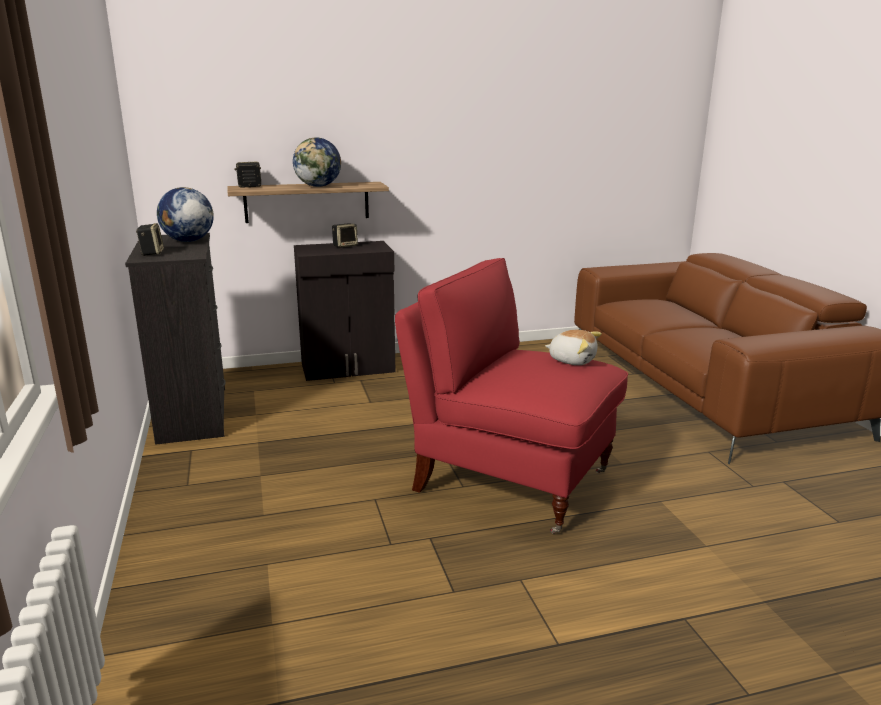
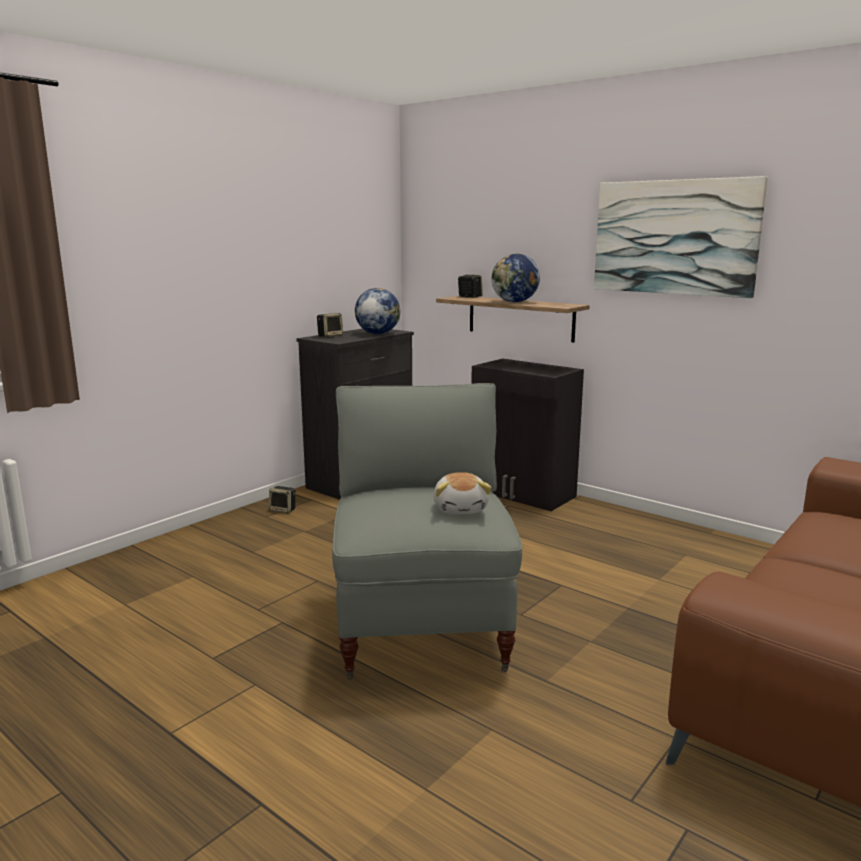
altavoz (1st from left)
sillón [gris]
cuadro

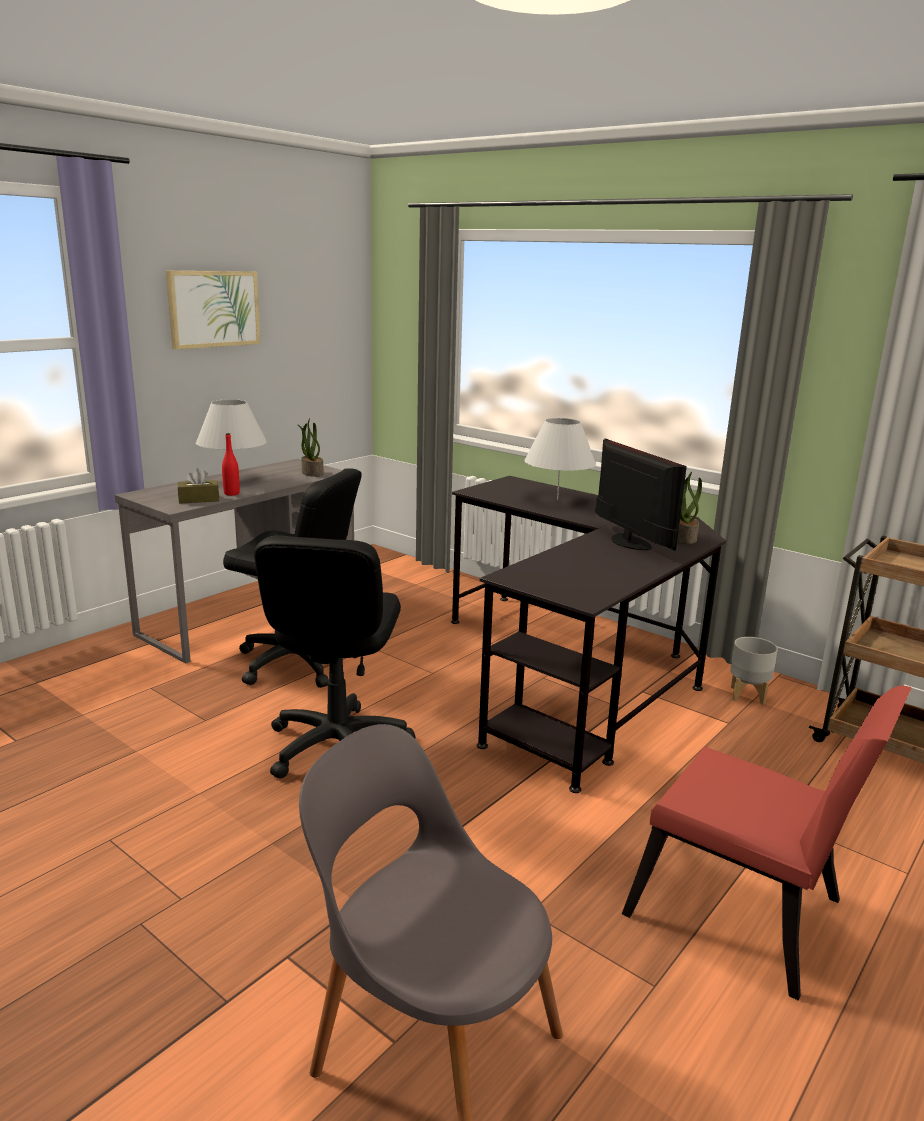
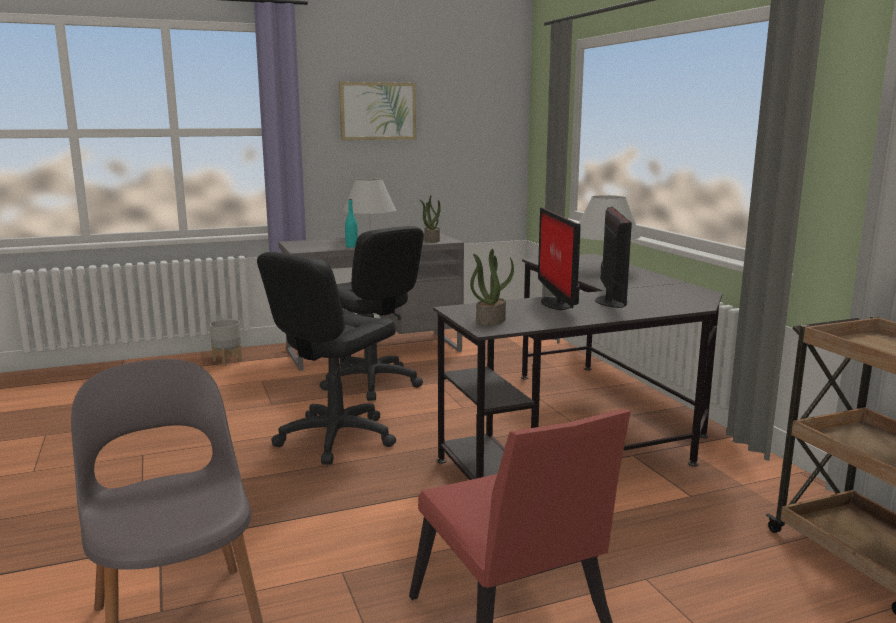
maceta [gris]
botella [turquesa]
planta en maceta (2nd from left)
monitor (1st from left)
caja de pañuelos [marrón]

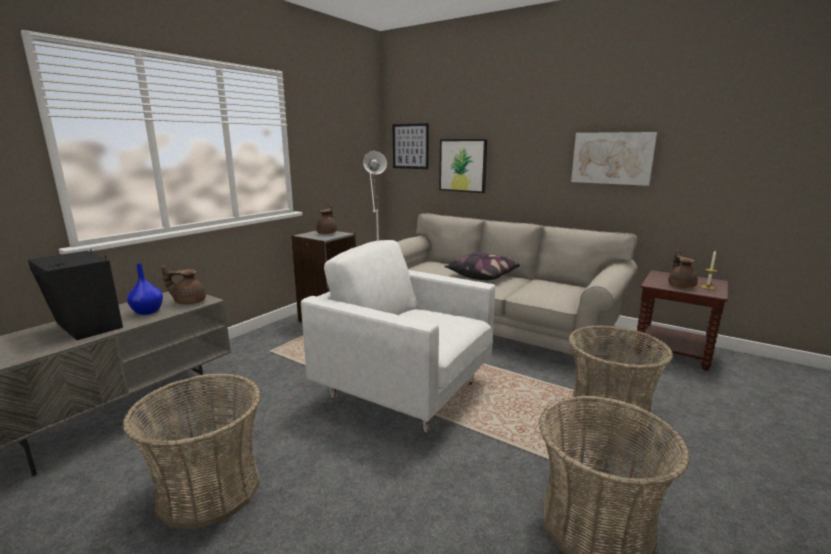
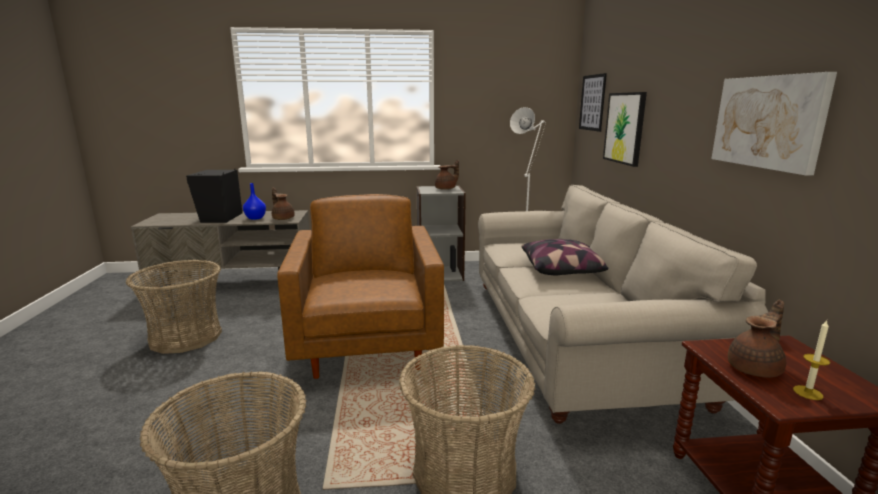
sillón [marrón]

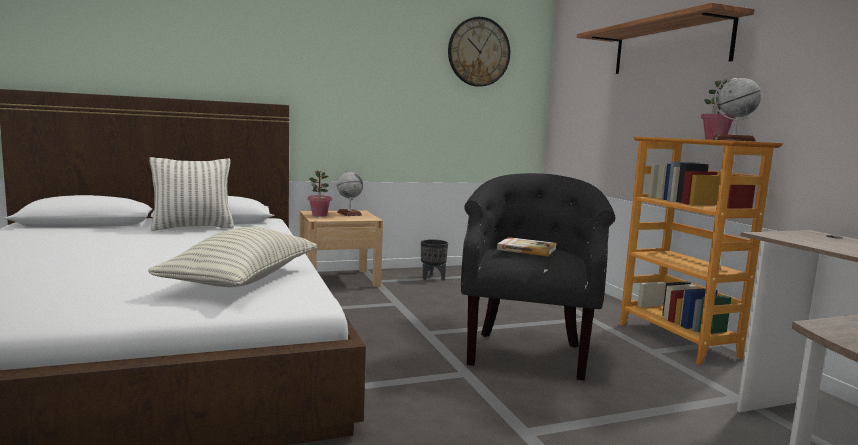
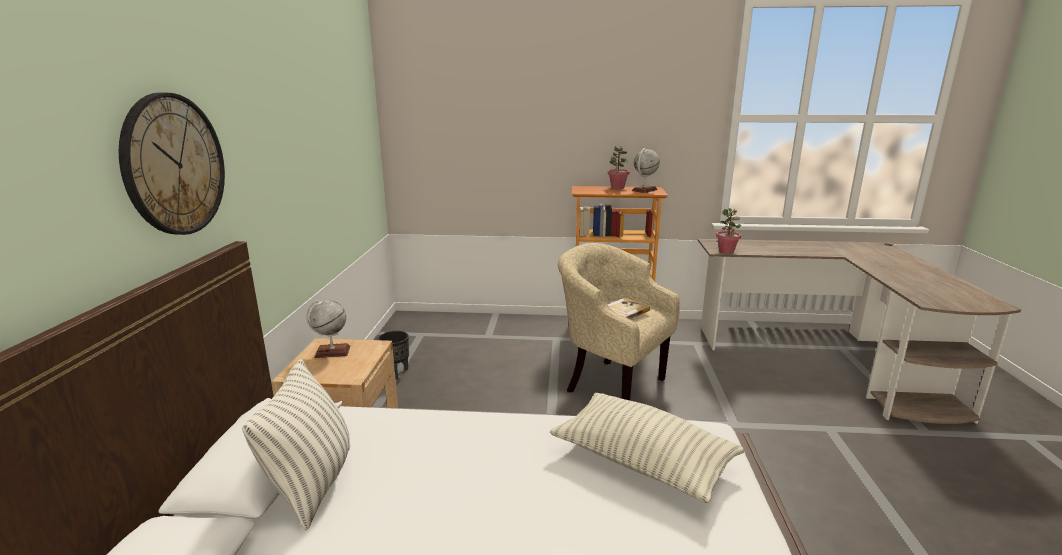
reloj de pared
sillón [beis]
planta en maceta (2nd from left)
estante

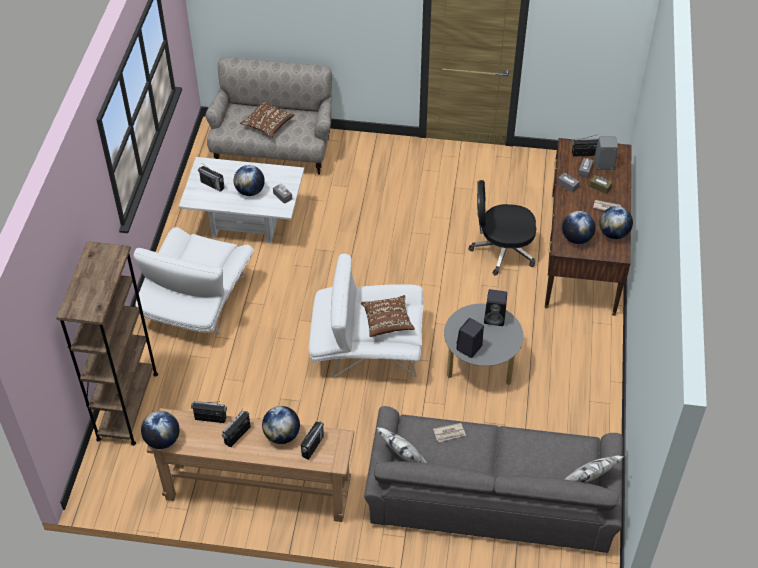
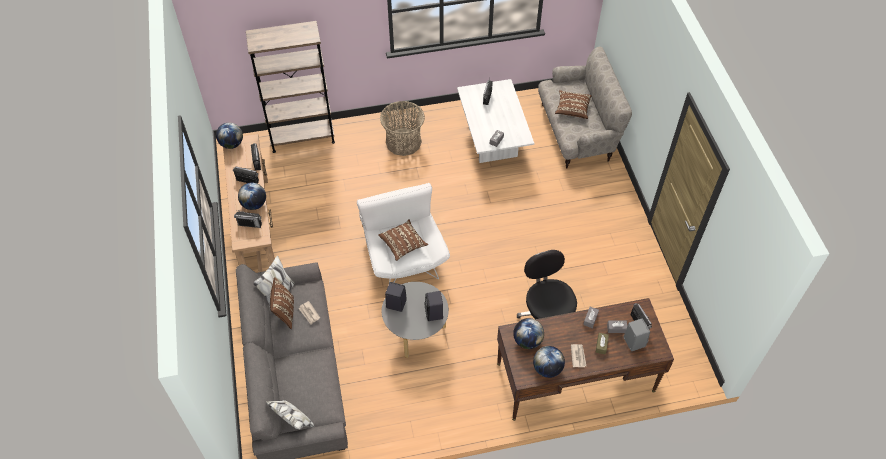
cojín [marrón] (1st from left)
cesta
globo terráqueo (2nd from left in the first image)

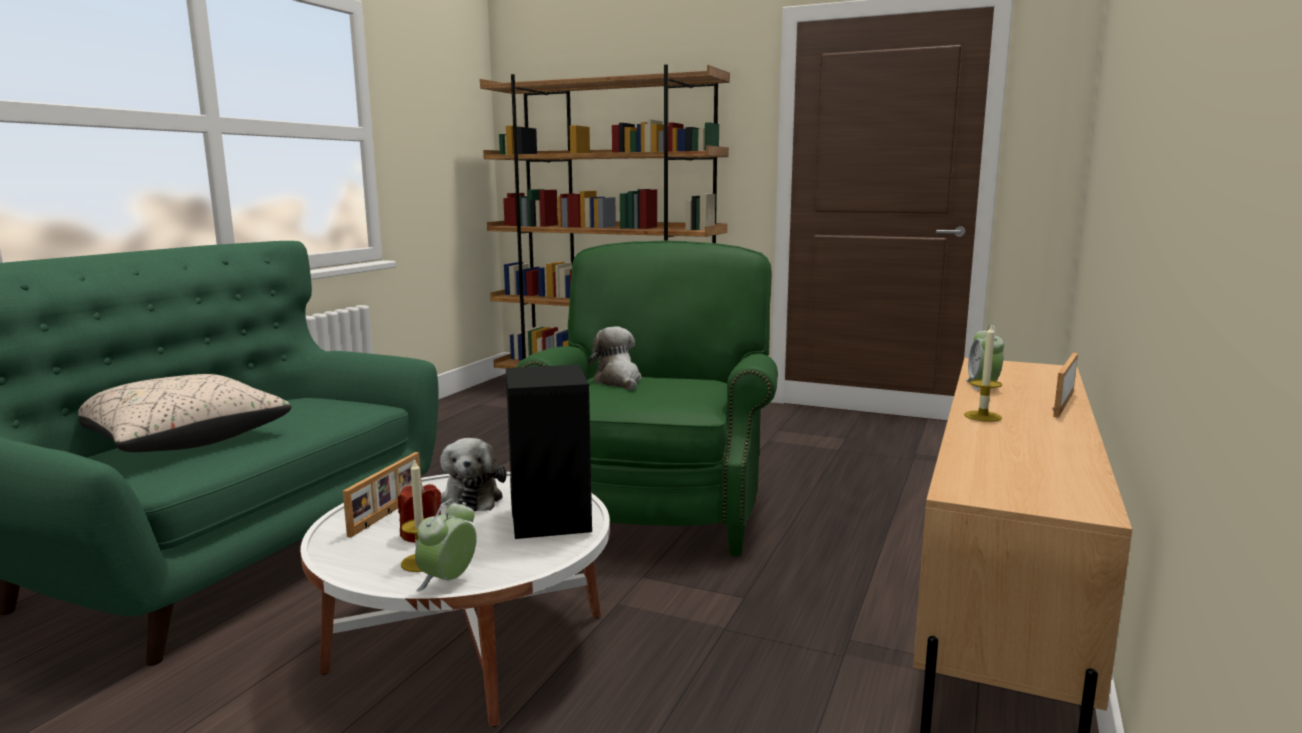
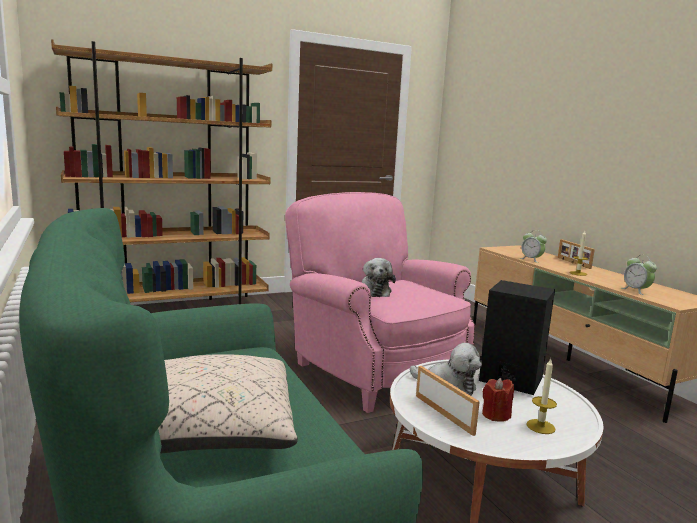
sillón [rosa]
peluche (1st from left)
despertador (2nd from left)

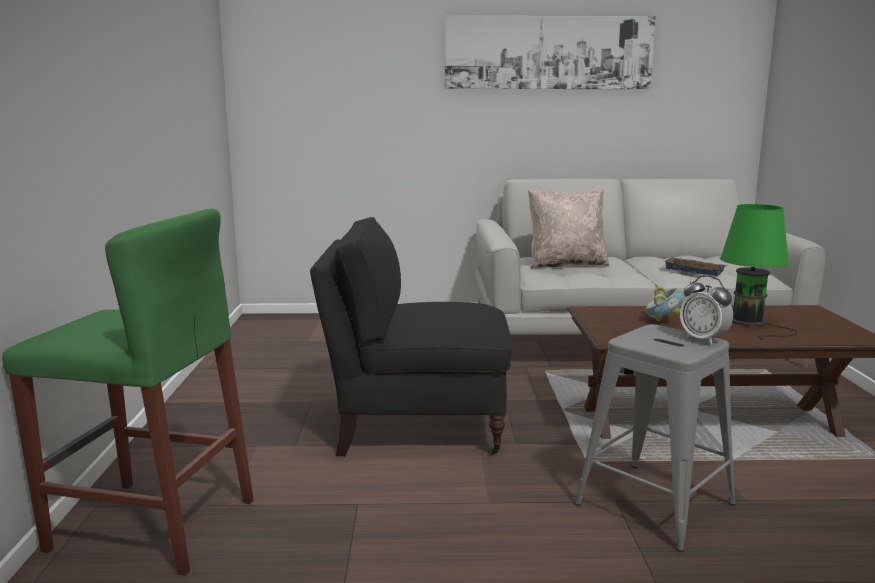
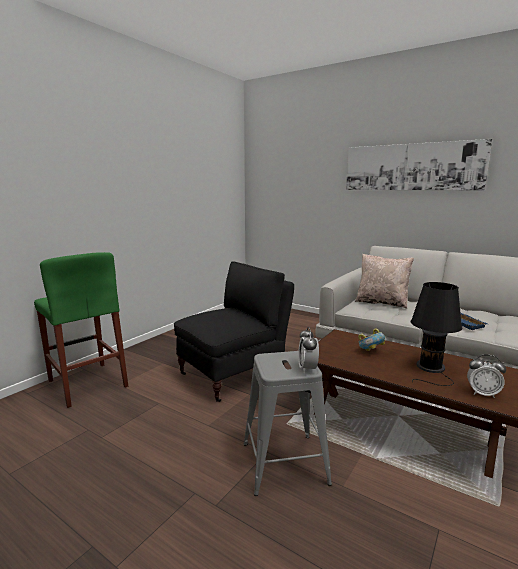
sillón [negro]
lámpara de mesa [negro]
despertador (2nd from left)

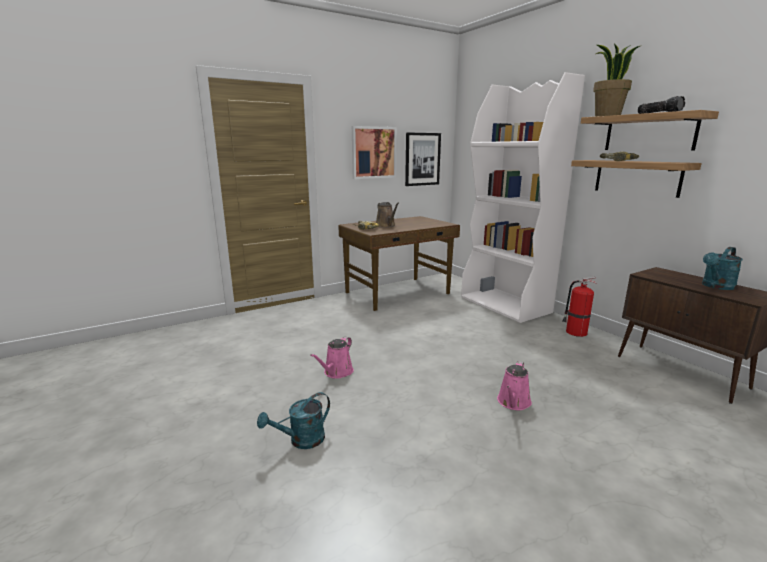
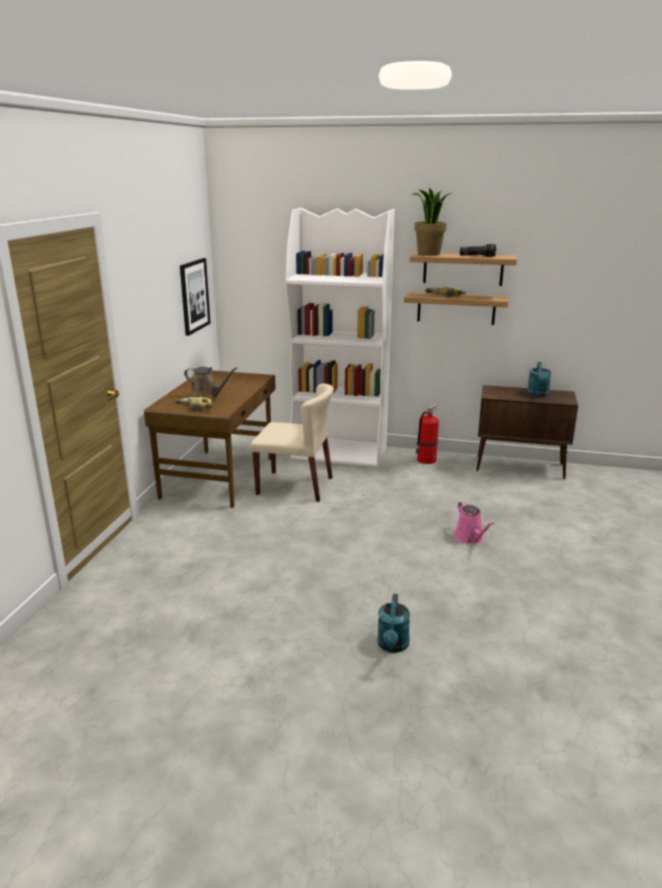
silla [beis]
regadera [rosa] (1st from left in the first image)
cuadro (1st from left in the first image)

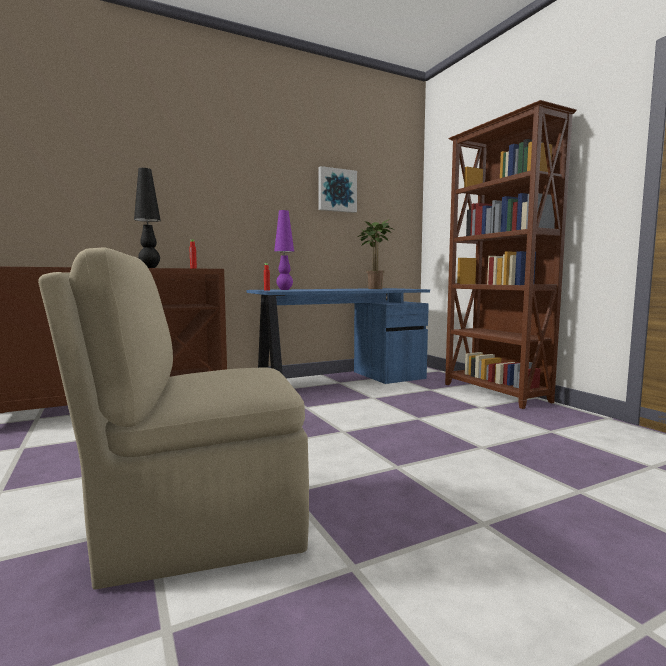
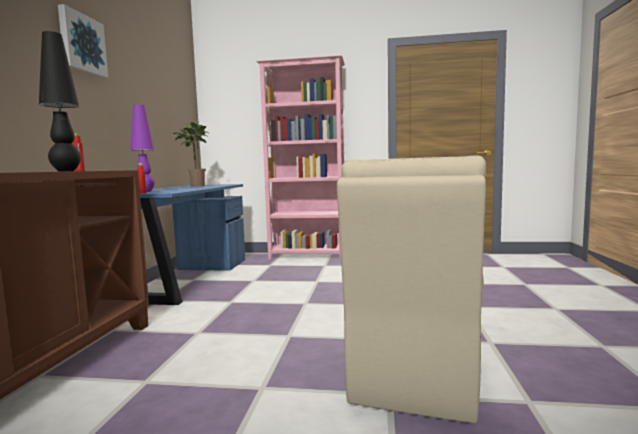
cuadro
estantería [rosa]

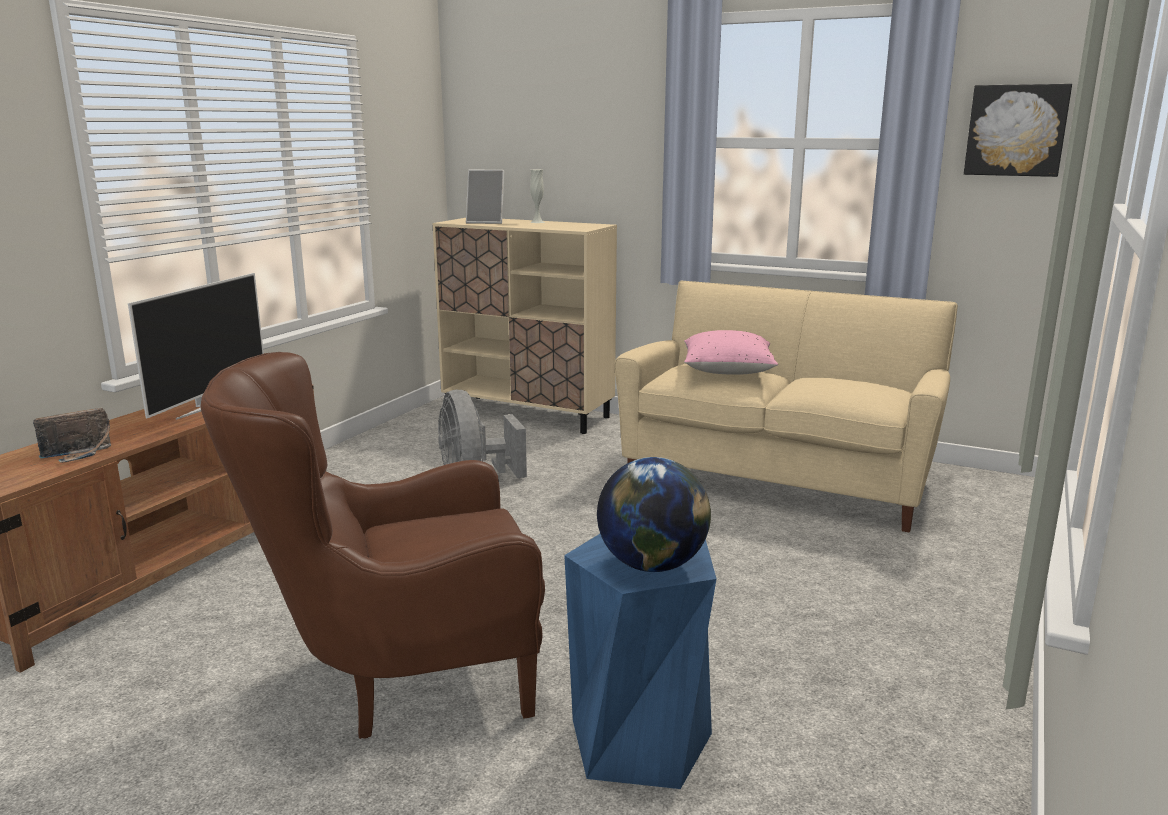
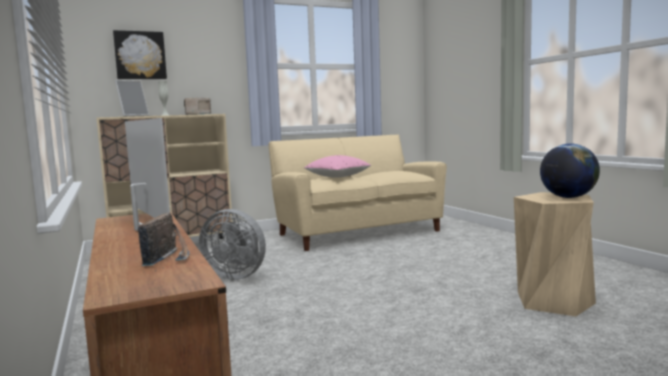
cuadro
radio (2nd from left)
taburete [beis]
sillón [marrón]

